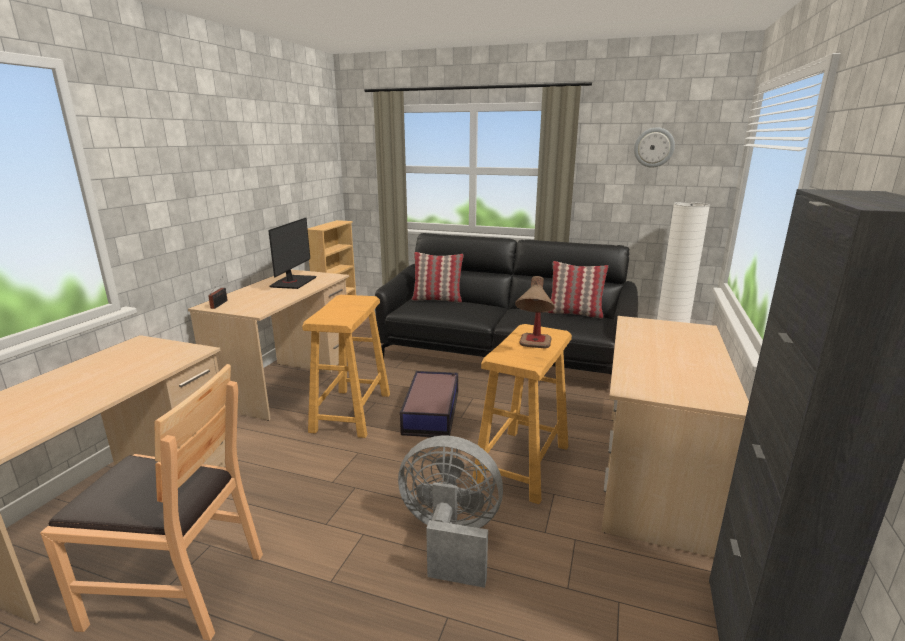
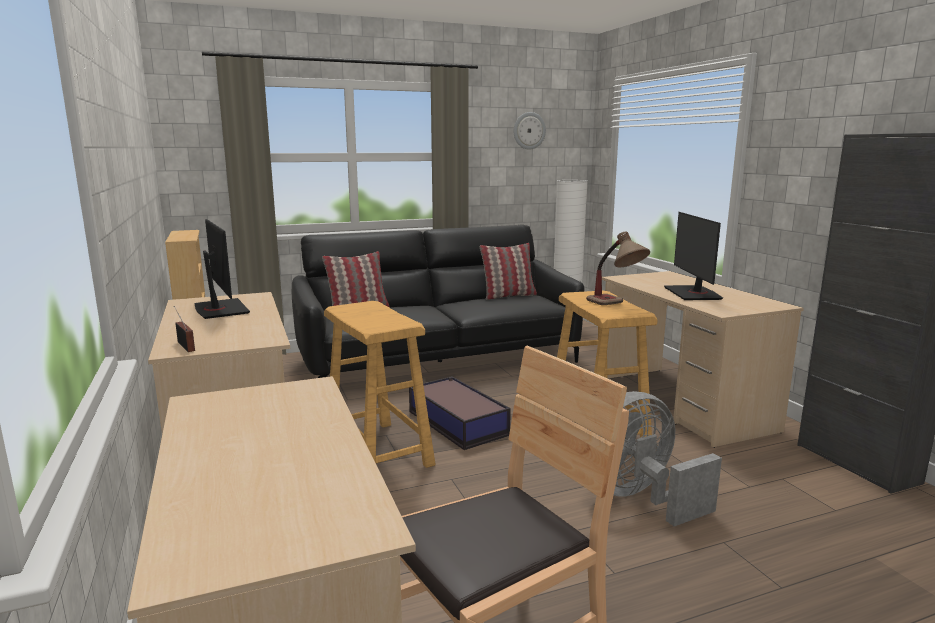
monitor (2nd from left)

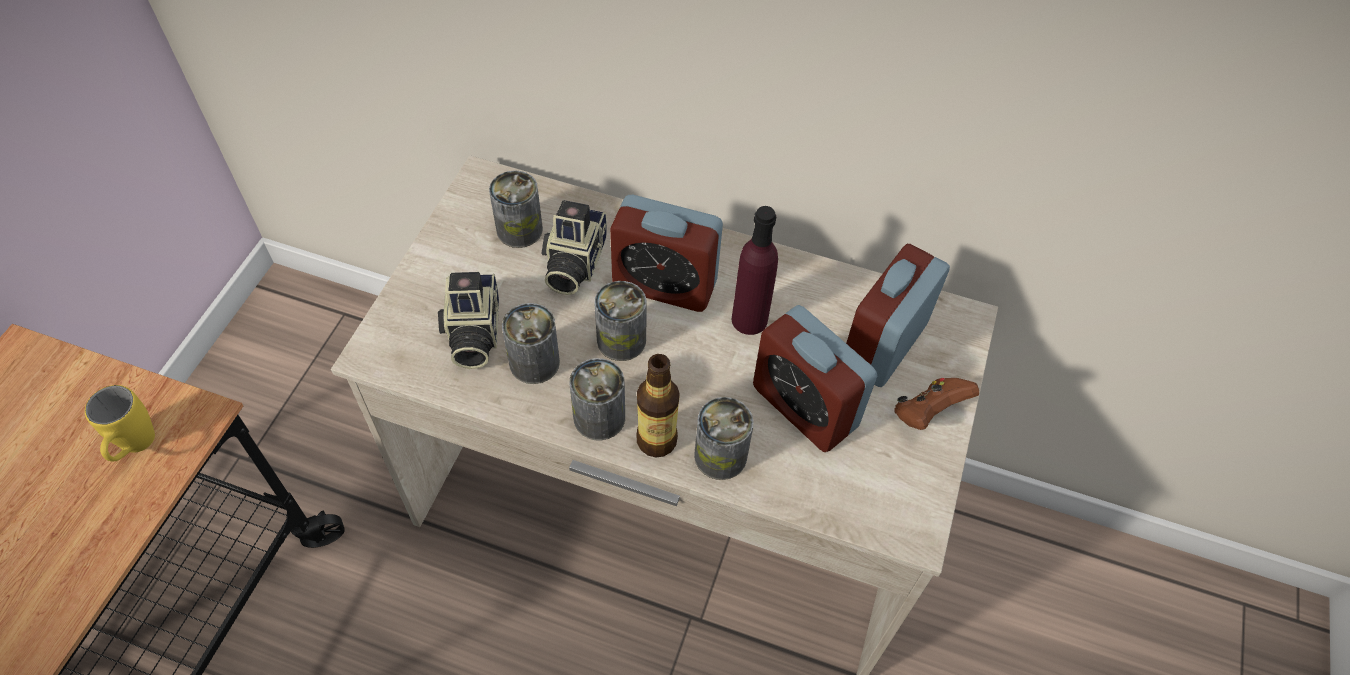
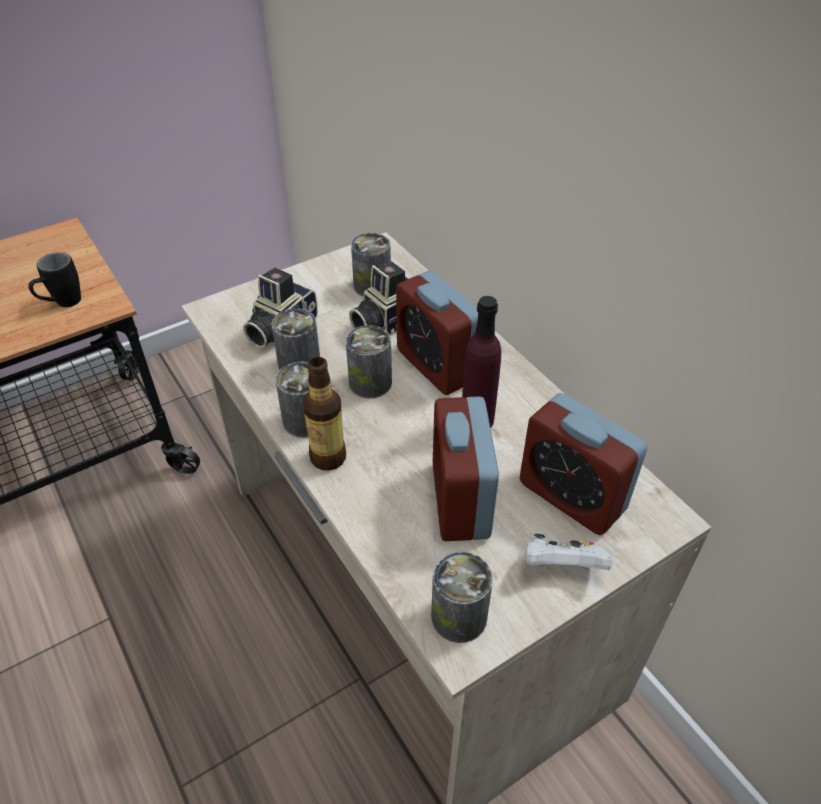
taza grande [negro]
lata (5th from left)
despertador (3rd from left)
mando de consola [blanco]

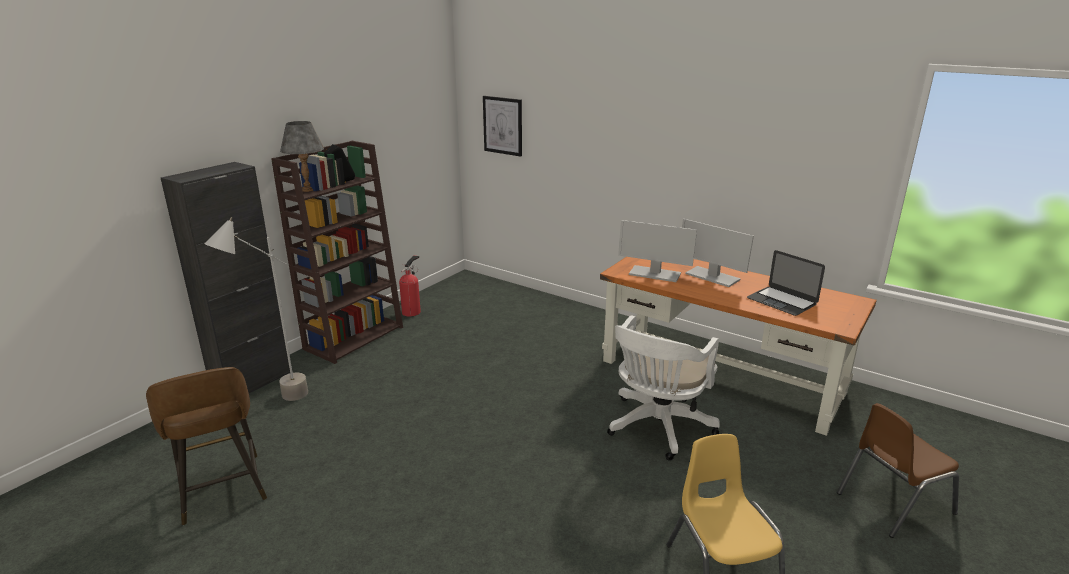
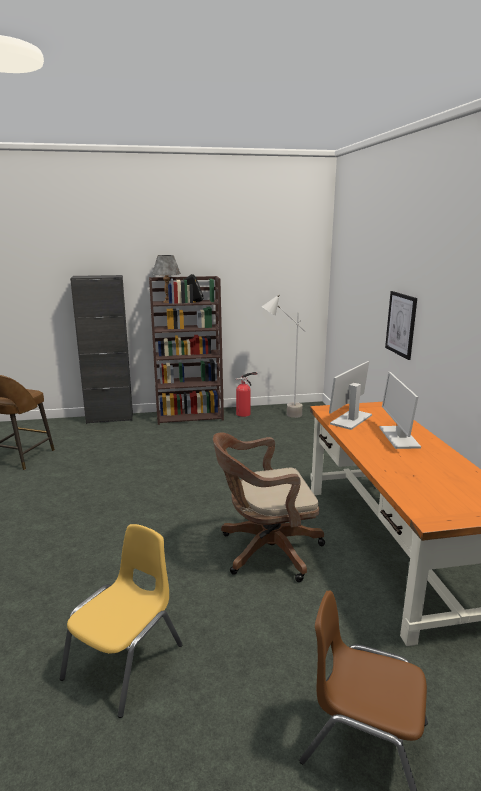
silla de oficina [marrón]
lámpara de pie [gris]
monitor (1st from left)
cuadro
portátil

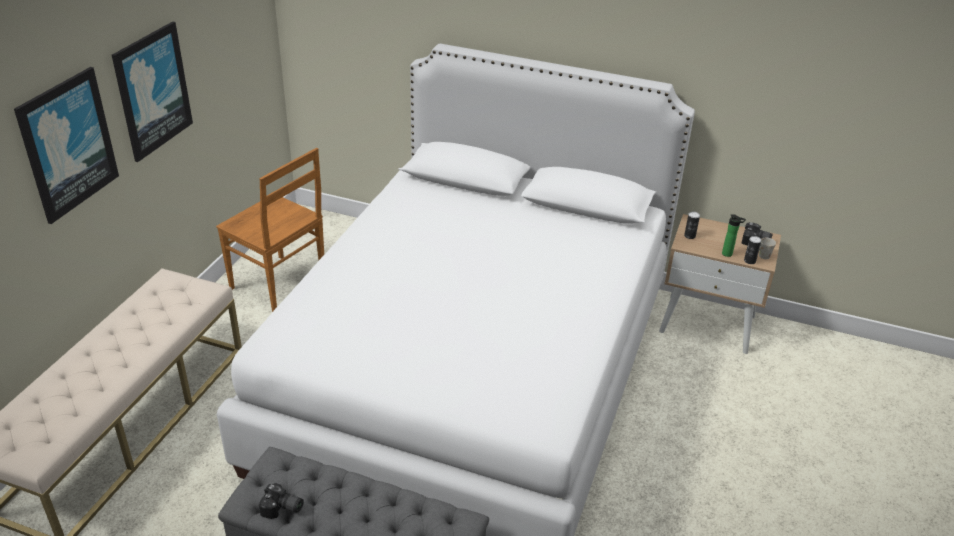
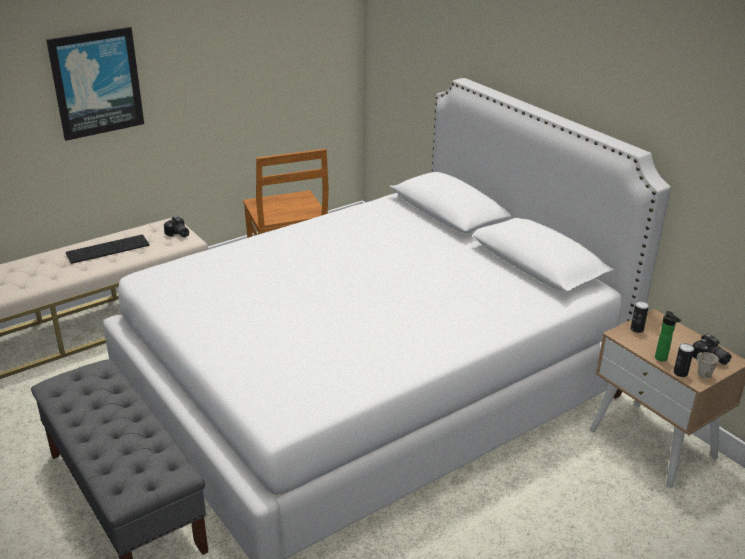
teclado
cámara (1st from left)
cuadro (2nd from left in the first image)

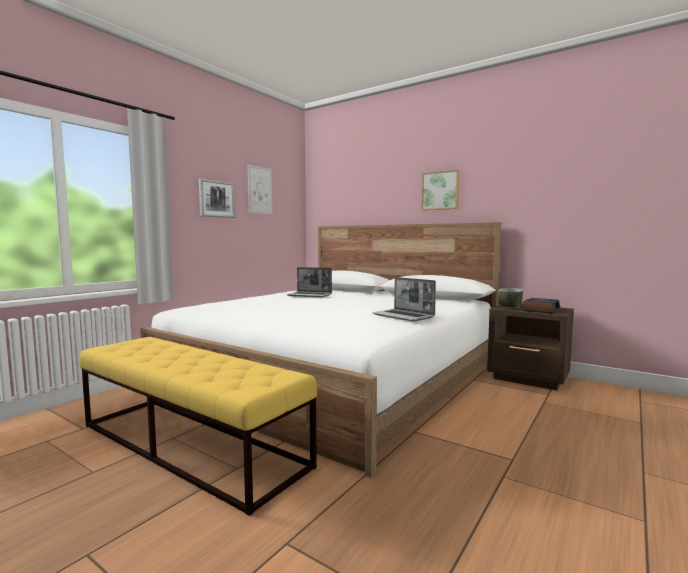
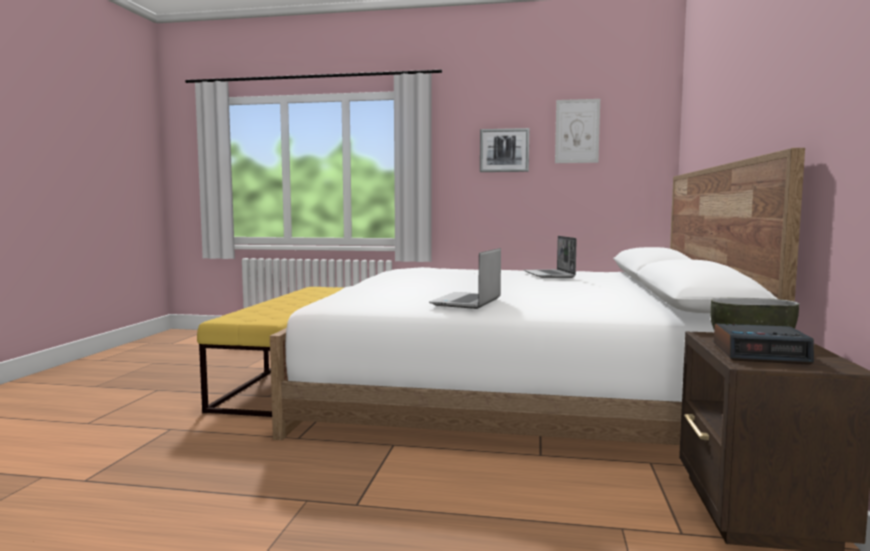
cuadro (3rd from left in the first image)

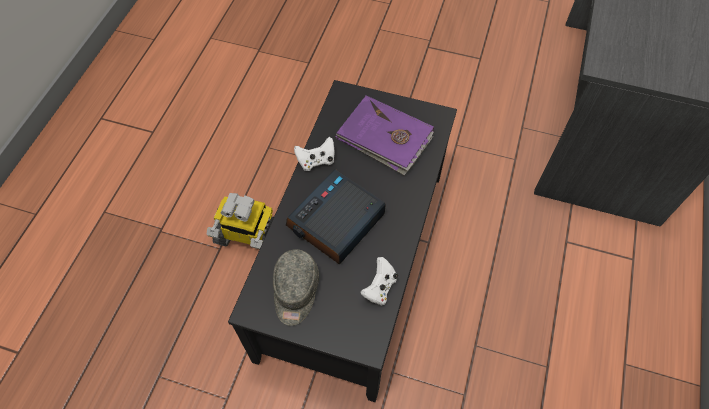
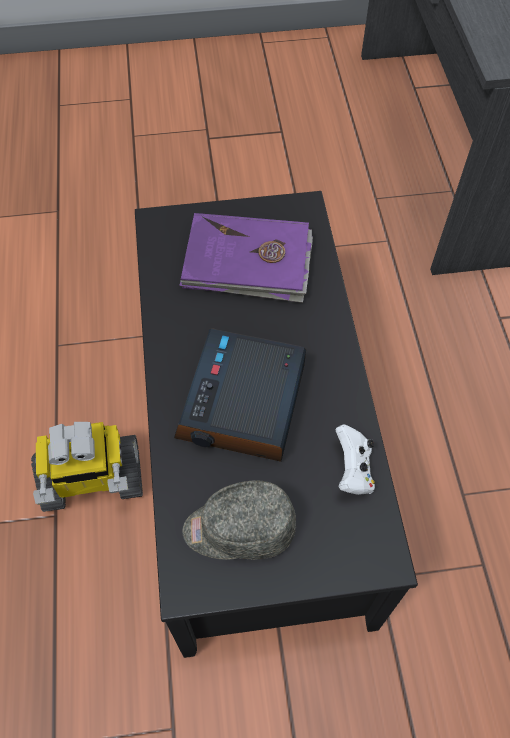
gorra [gris]
mando de consola [blanco] (1st from left in the first image)

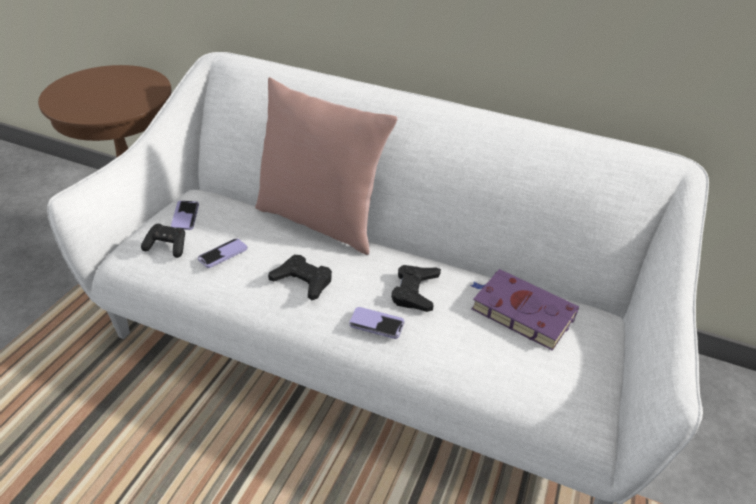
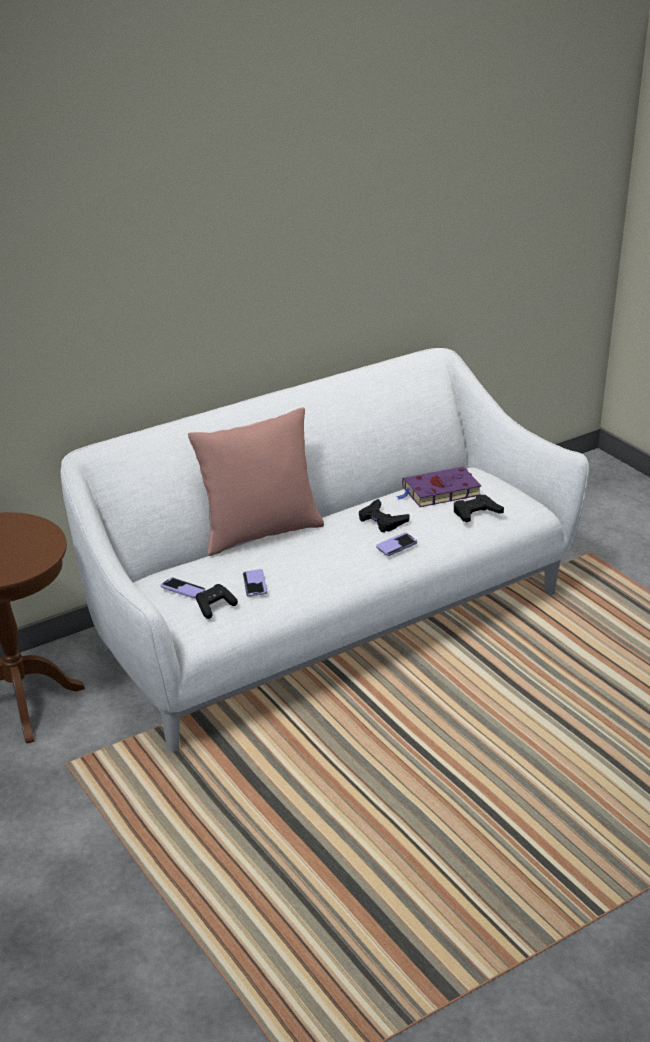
mando de consola [negro] (3rd from left)

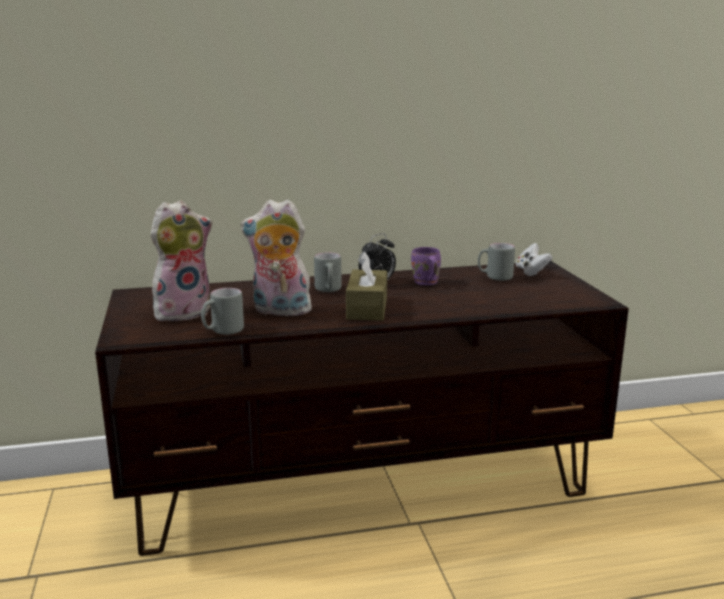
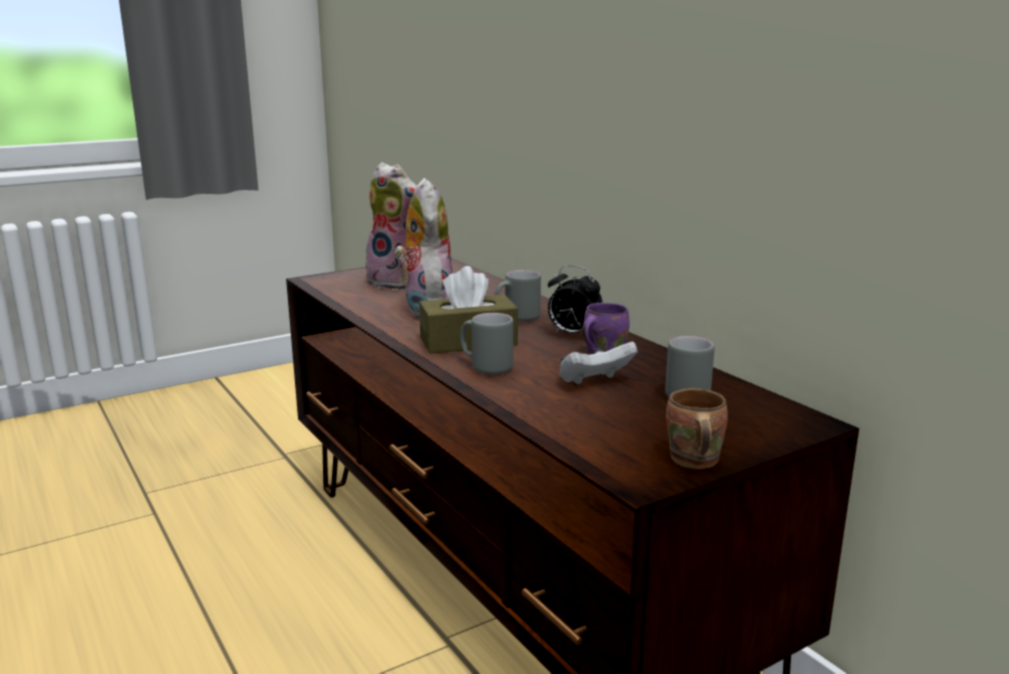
taza grande [gris] (1st from left)
mando de consola [blanco]
taza grande [marrón]

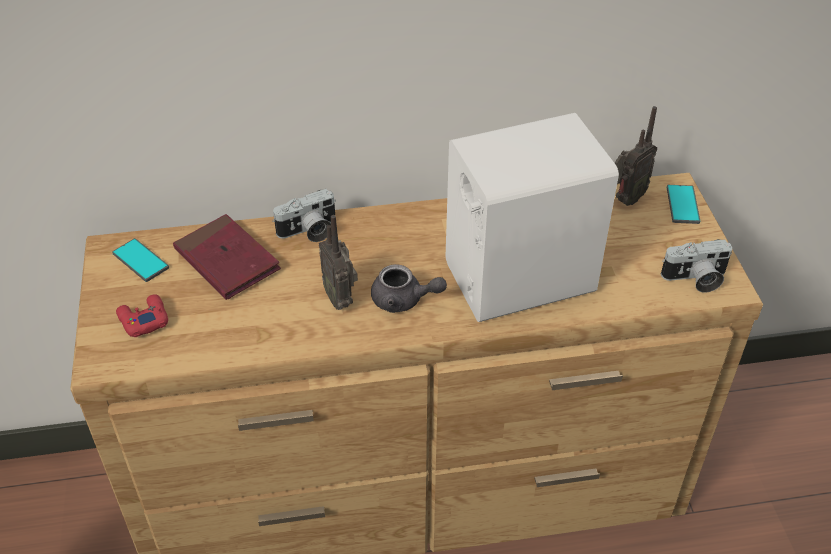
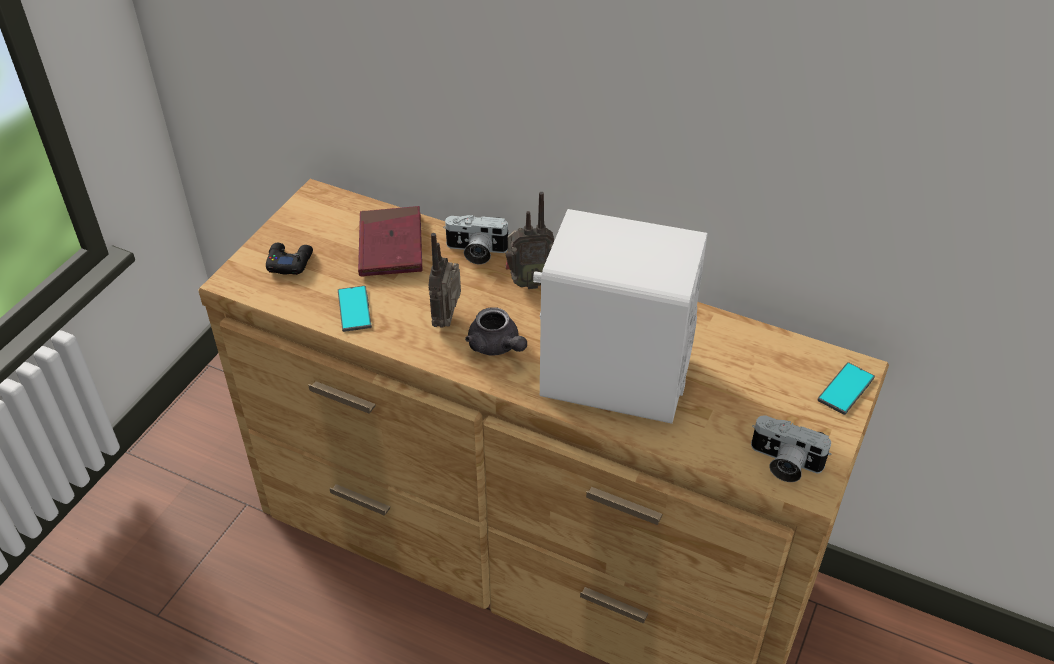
mando de consola [negro]
móvil (1st from left)
radio (2nd from left)

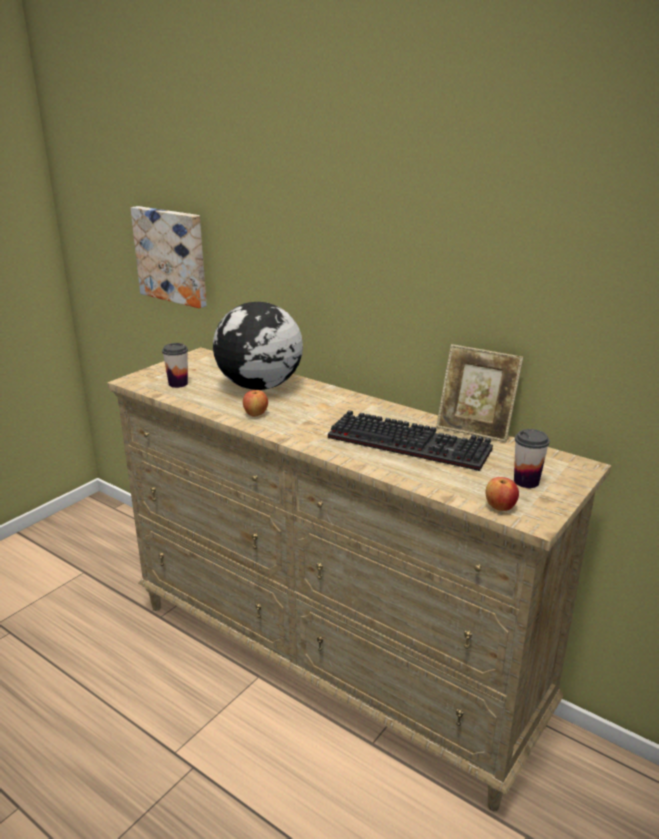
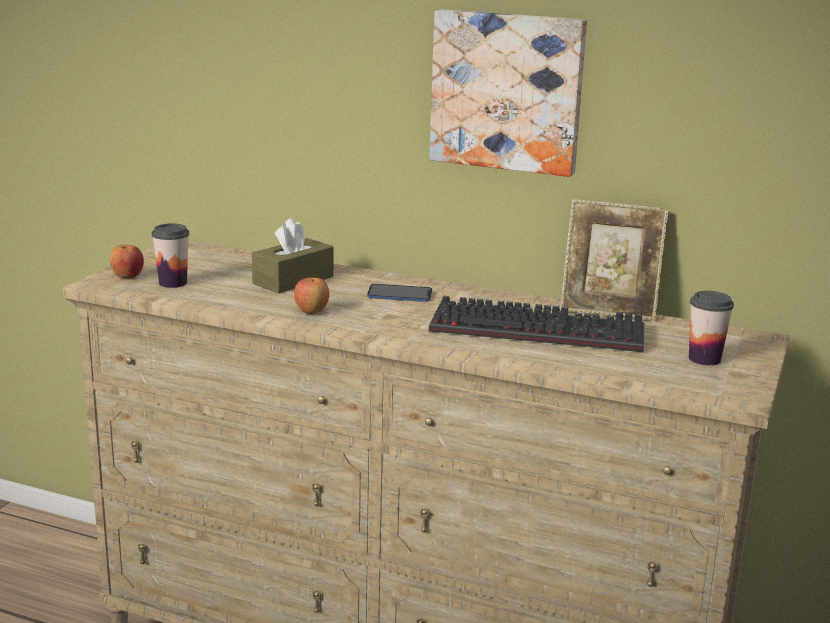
manzana (1st from left)
caja de pañuelos [marrón]
móvil
cuadro

